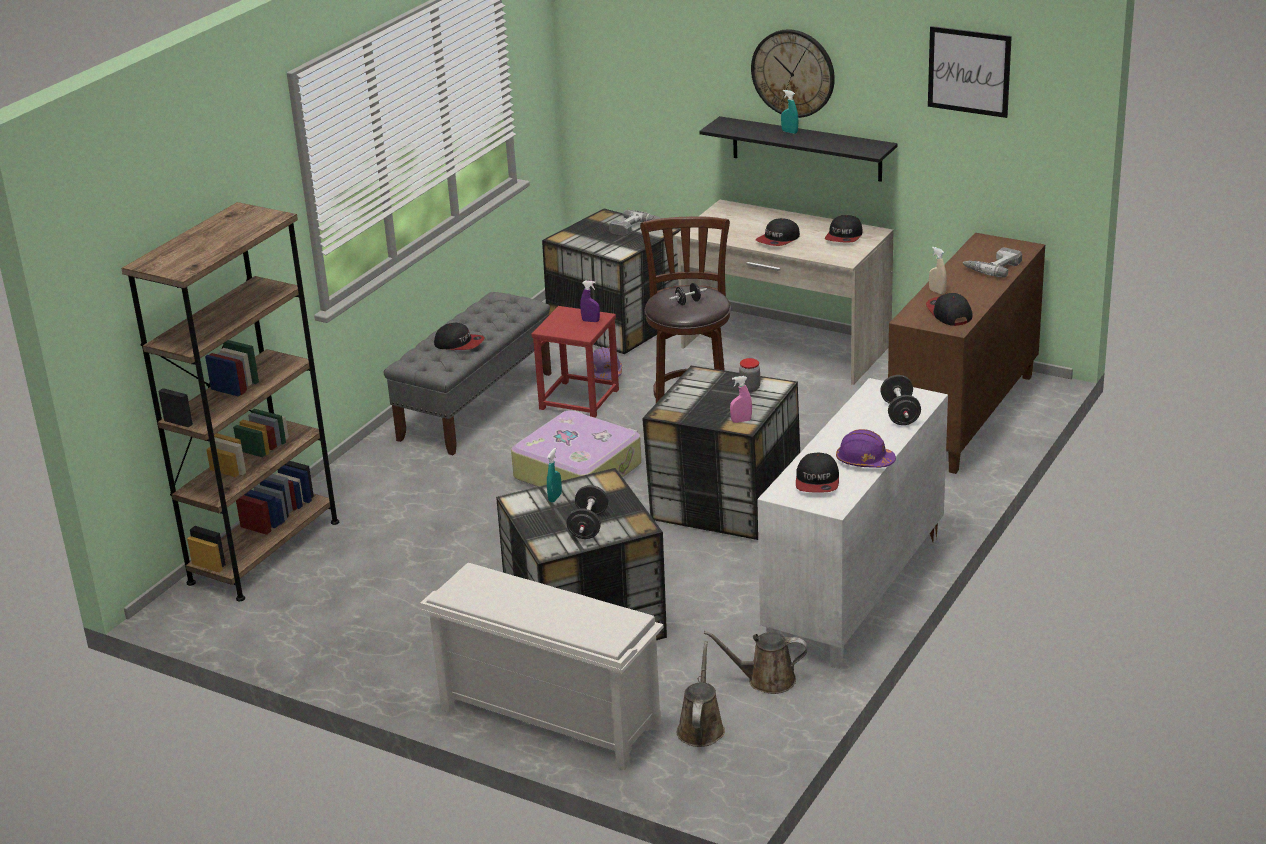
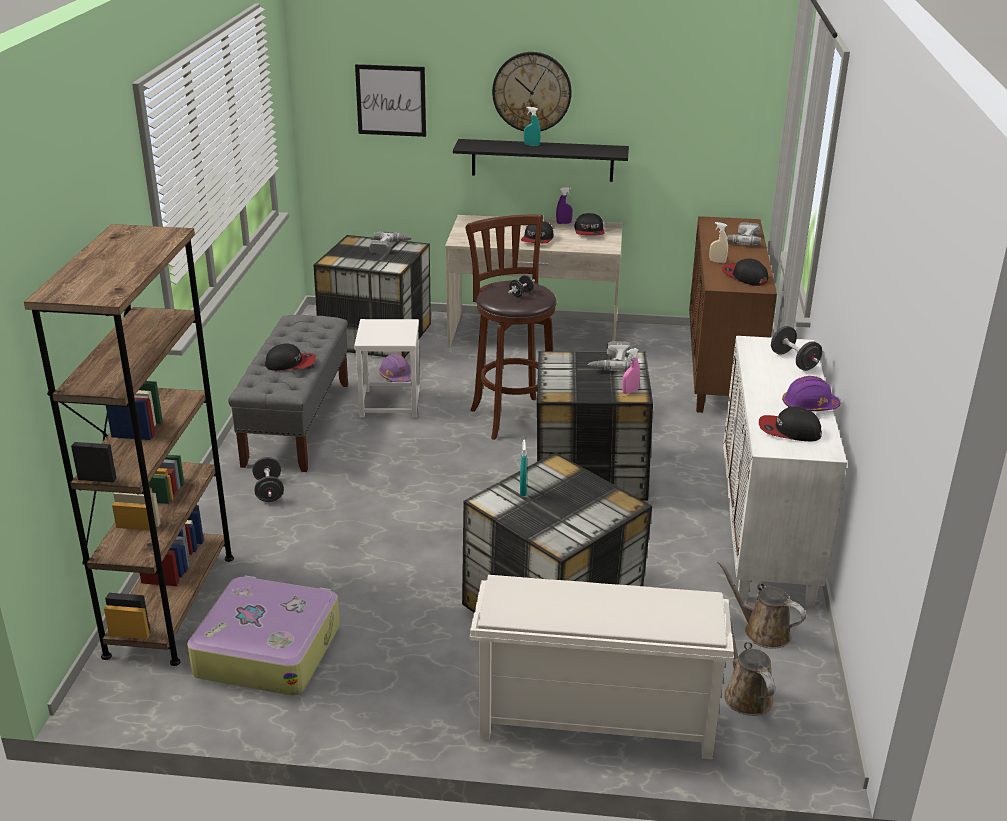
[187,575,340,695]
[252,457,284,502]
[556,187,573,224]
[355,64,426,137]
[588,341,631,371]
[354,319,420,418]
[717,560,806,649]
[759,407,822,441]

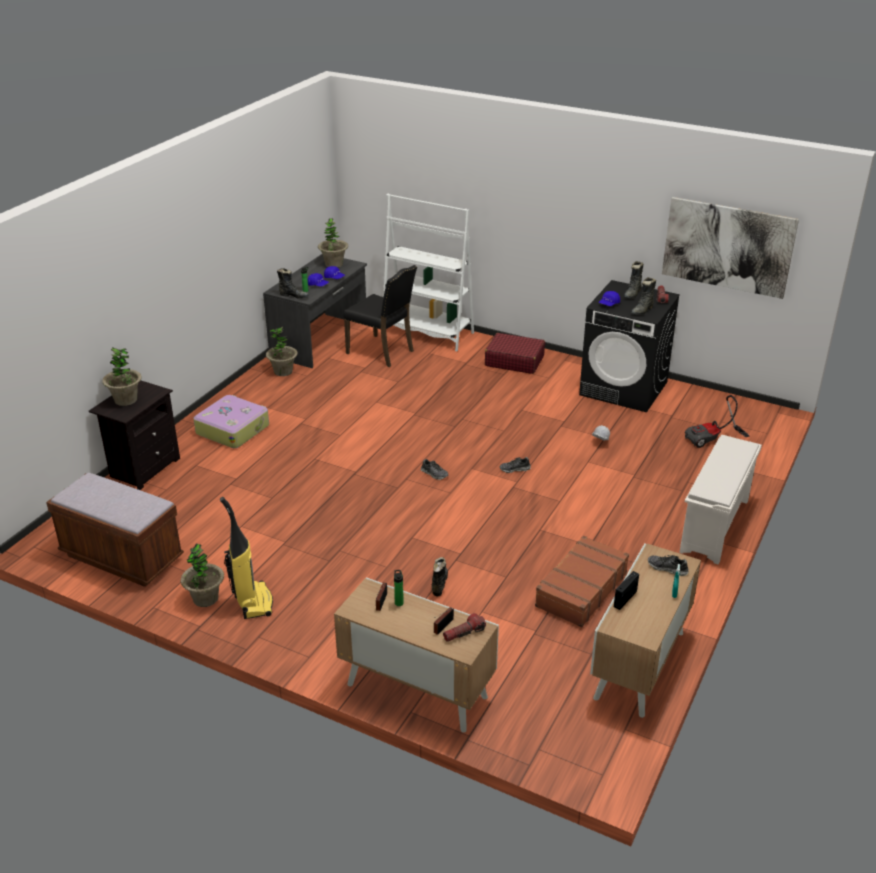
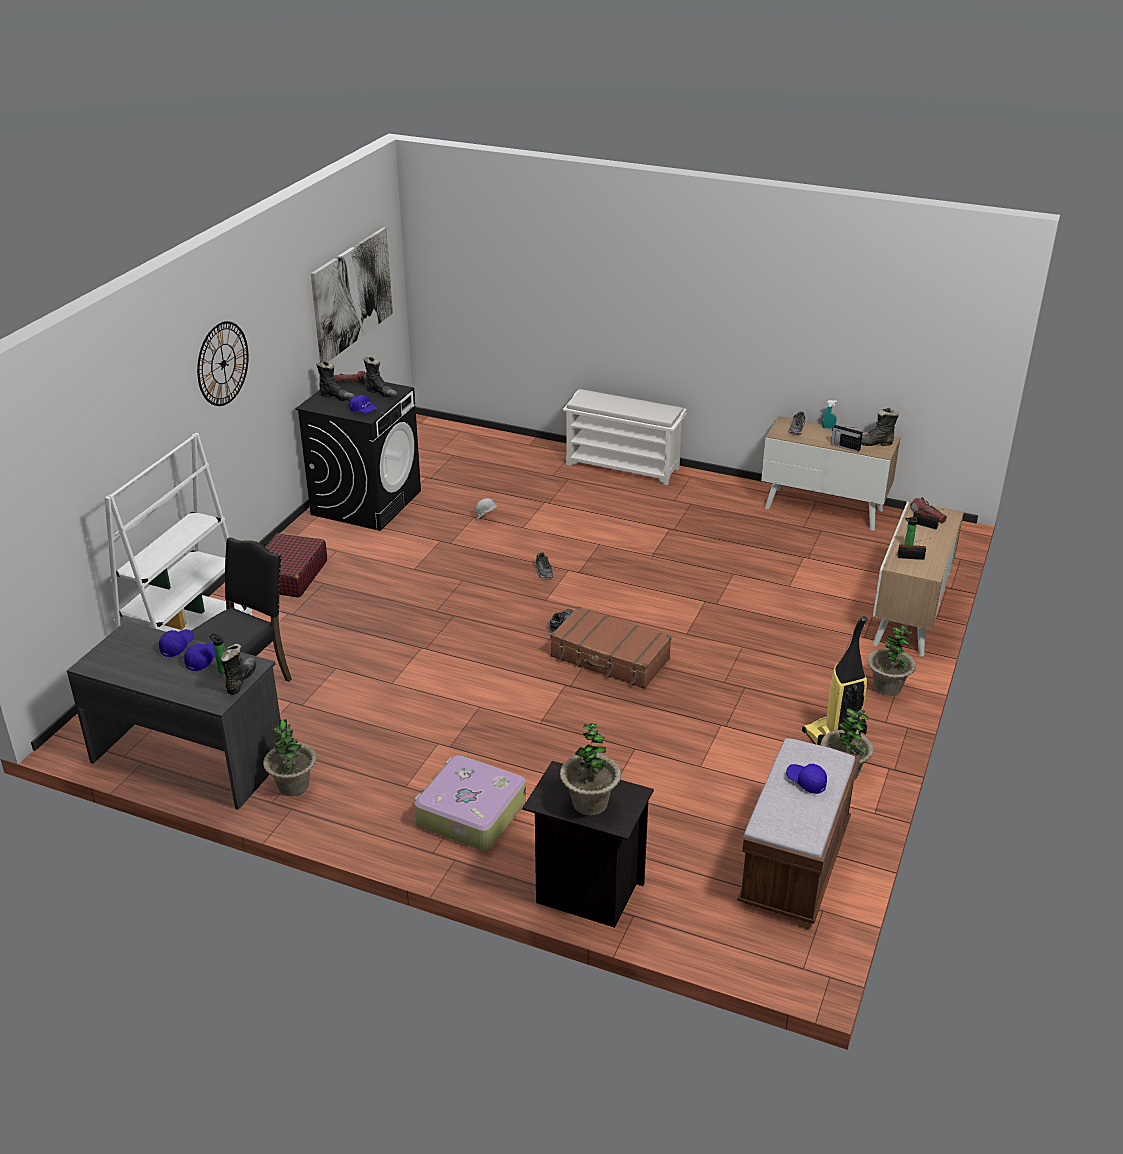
[685,395,750,448] (first image)
[197,321,249,406]
[786,764,827,794]
[867,626,916,696]
[861,408,899,446]
[550,606,671,689]

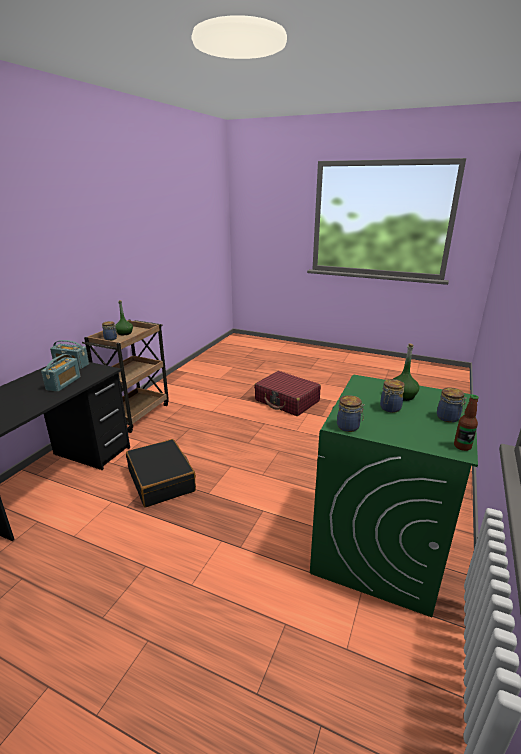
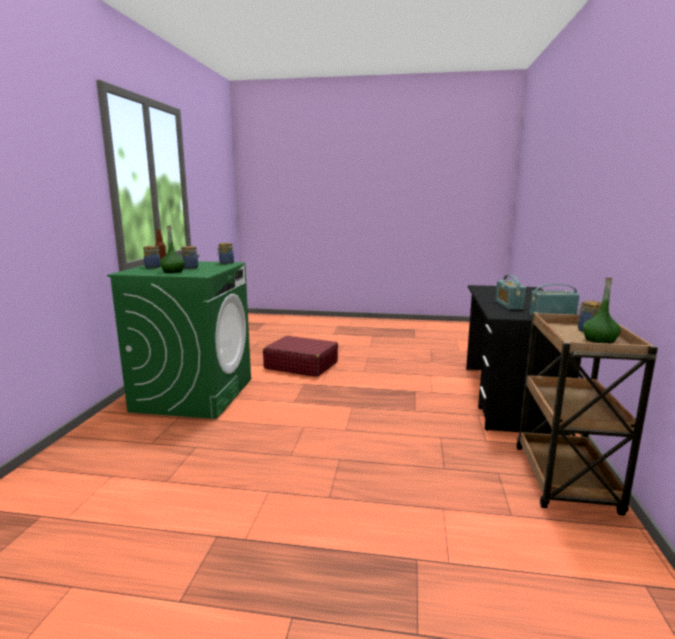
[126,439,196,507] (first image)
[263,336,338,377]

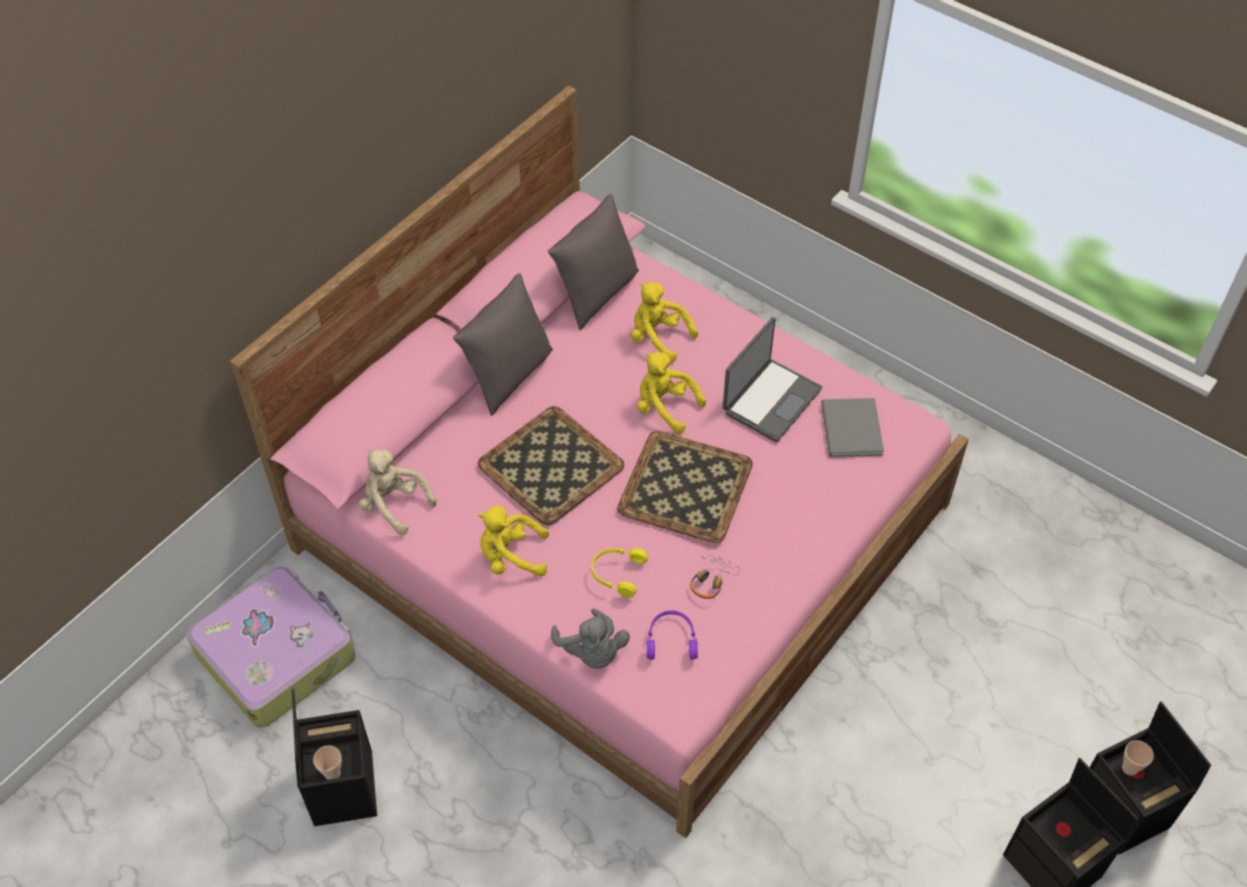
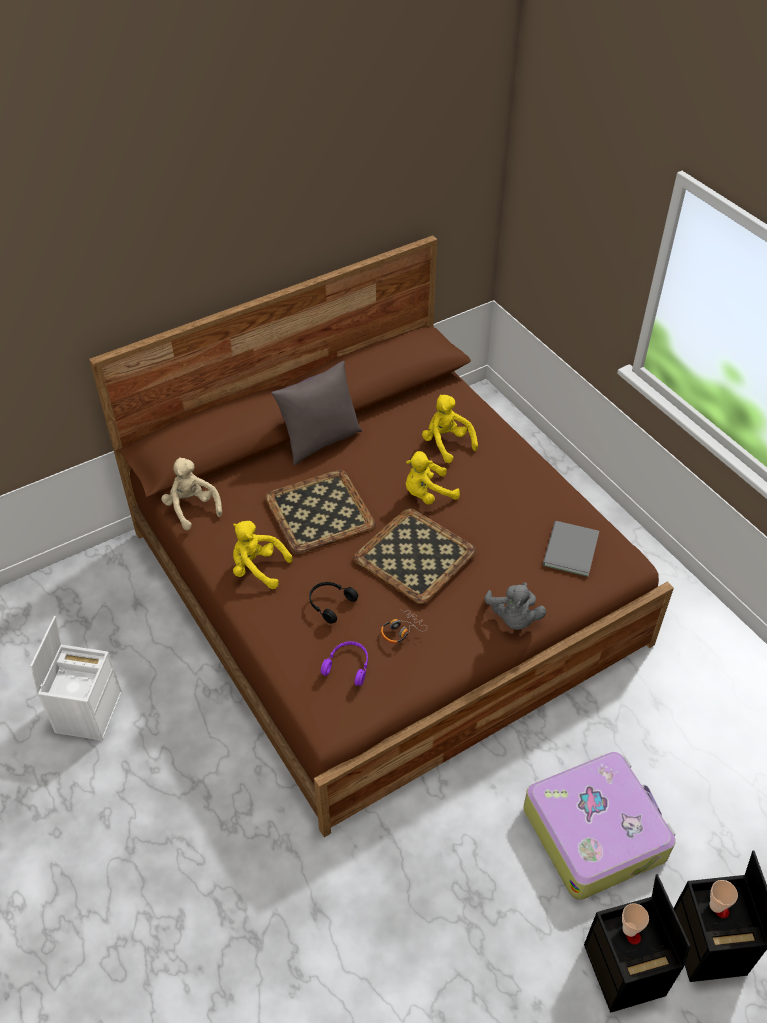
[548,194,639,330] (first image)
[723,317,822,442] (first image)
[523,752,676,900]
[622,903,649,937]
[484,582,546,630]
[89,235,674,837]
[30,616,122,740]
[309,582,358,624]
[406,451,460,504]

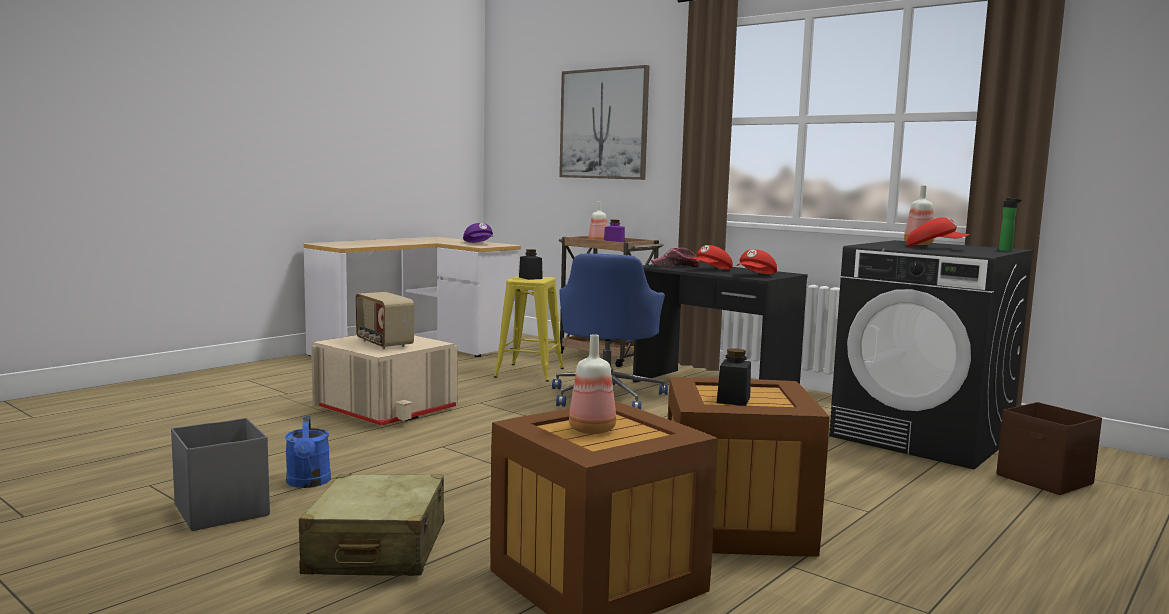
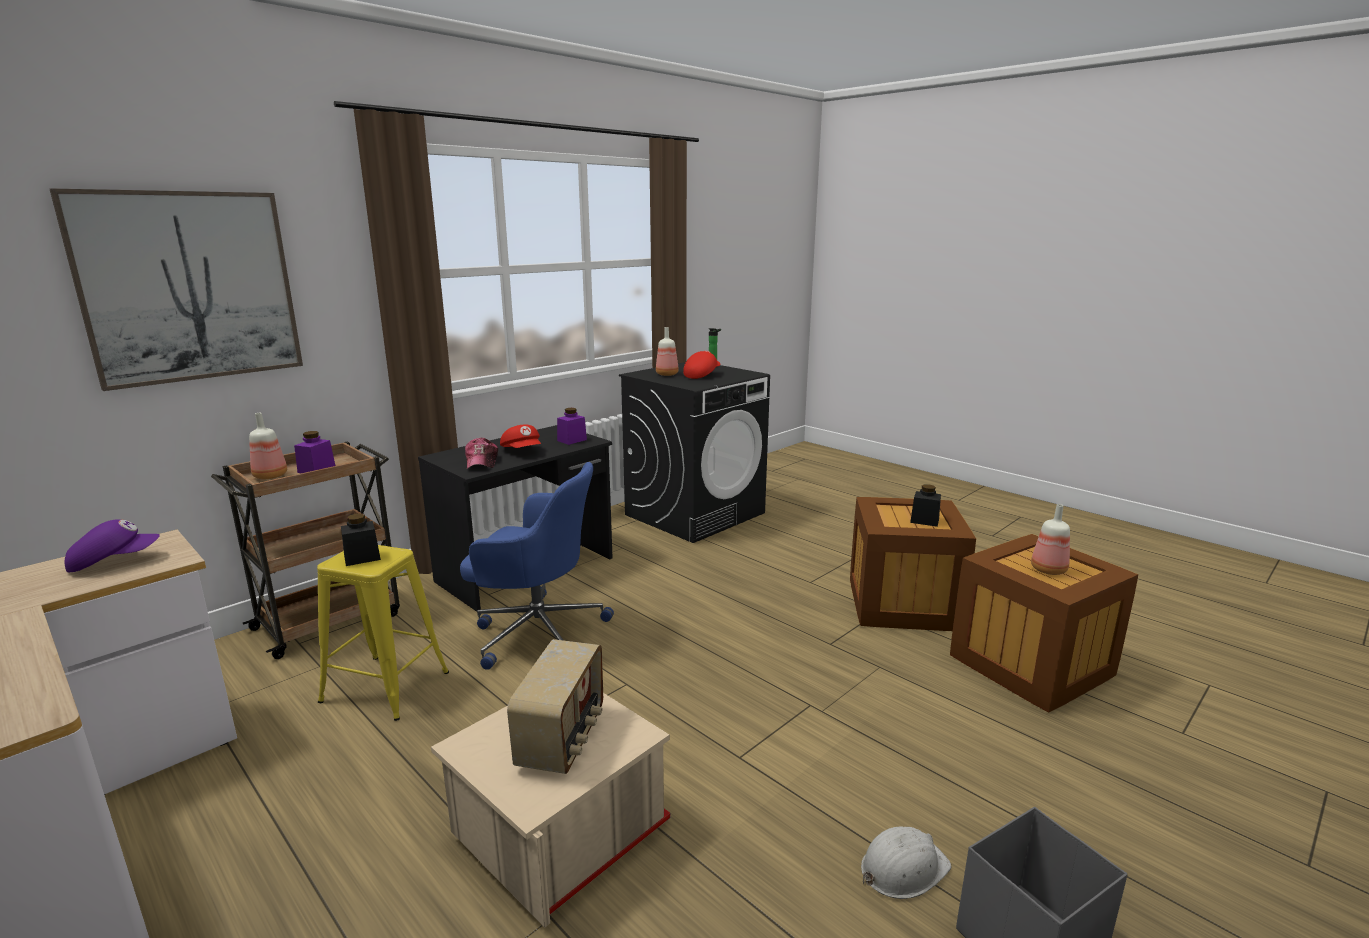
[299,474,444,576] (first image)
[997,402,1102,495] (first image)
[861,826,951,899]
[557,408,587,445]
[507,639,603,774]

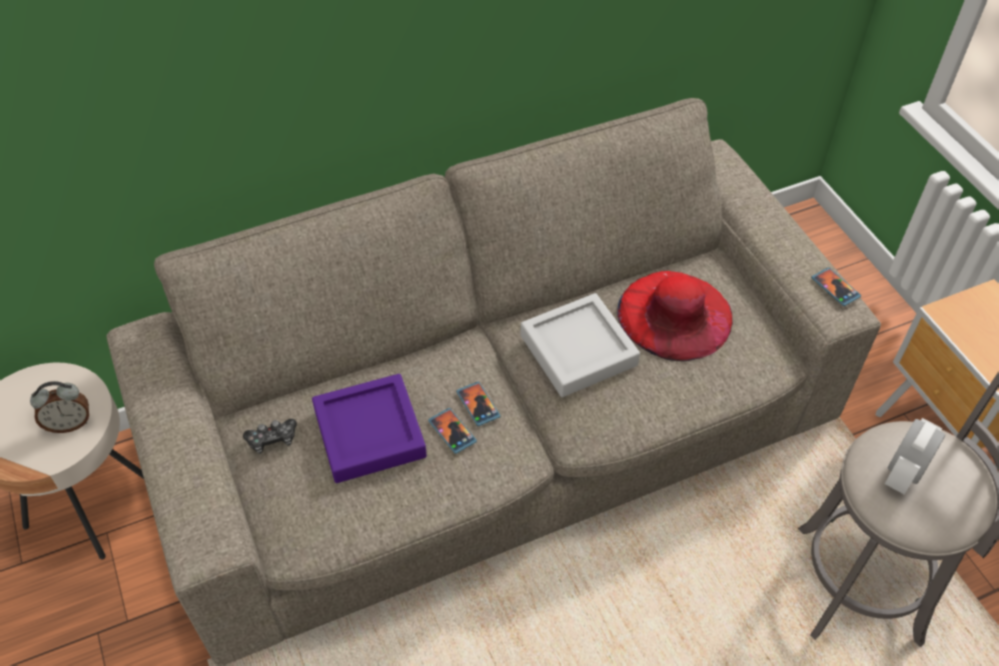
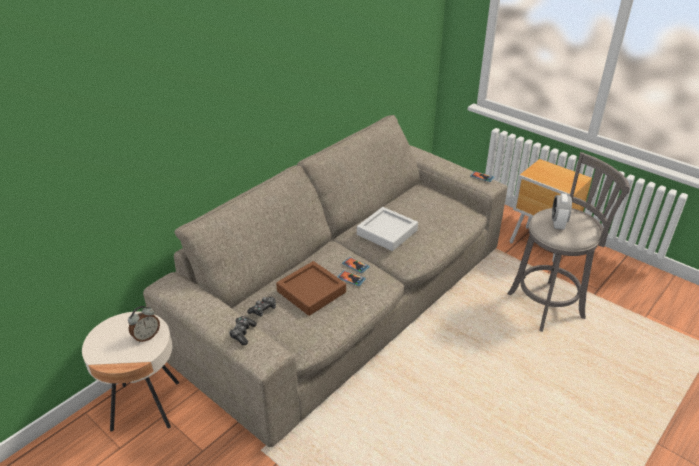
[617,271,733,361] (first image)
[229,316,257,345]
[276,261,346,316]

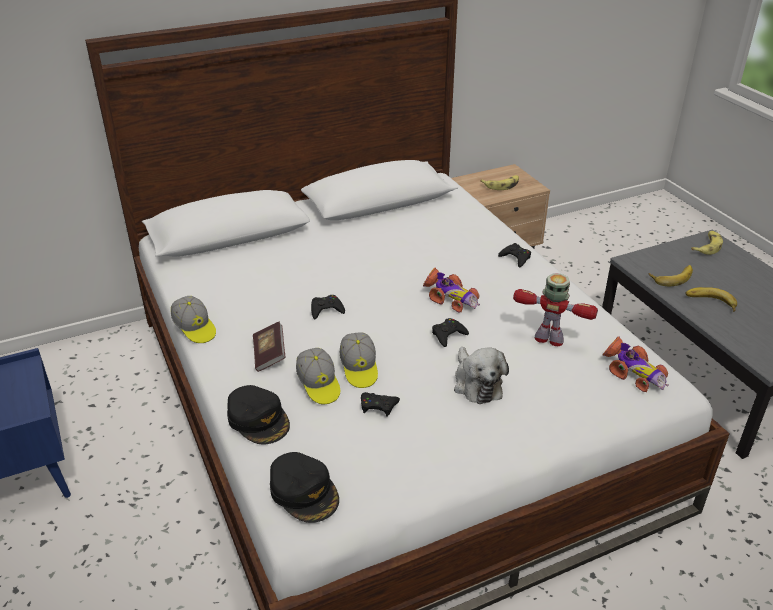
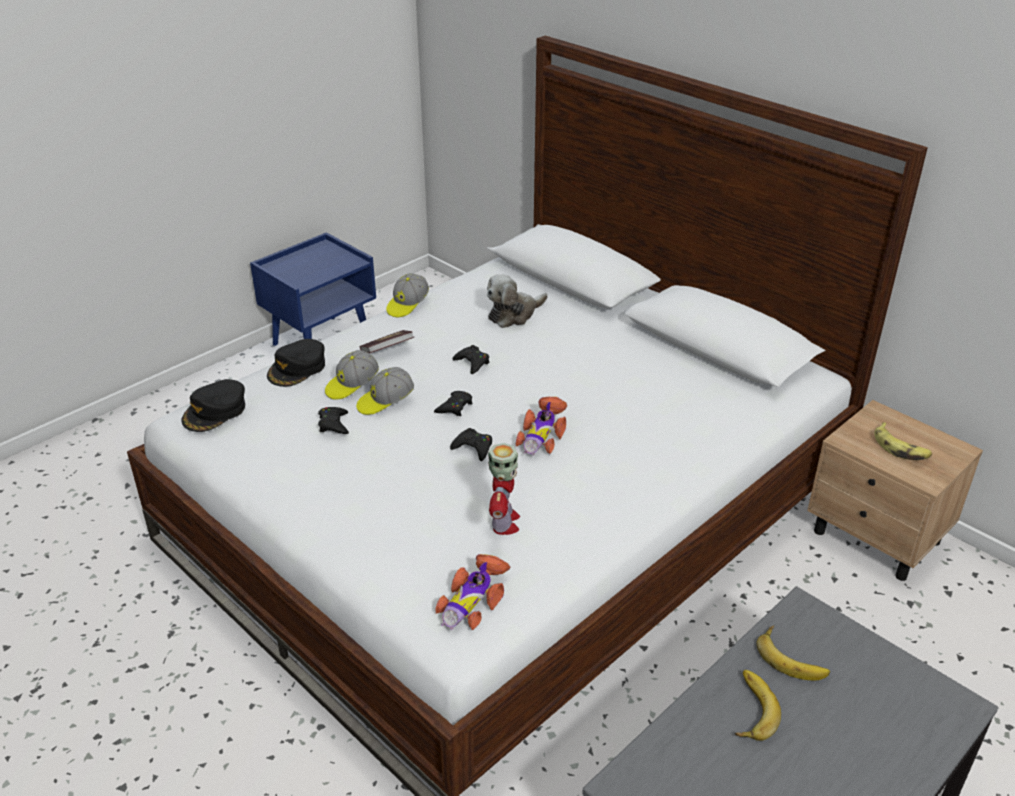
[691,231,723,255] (first image)
[487,274,547,328]
[434,391,473,416]

